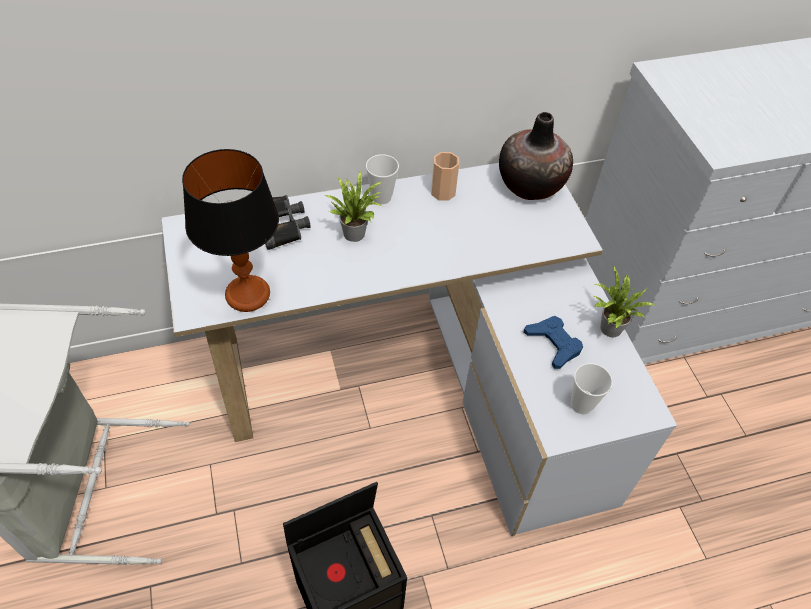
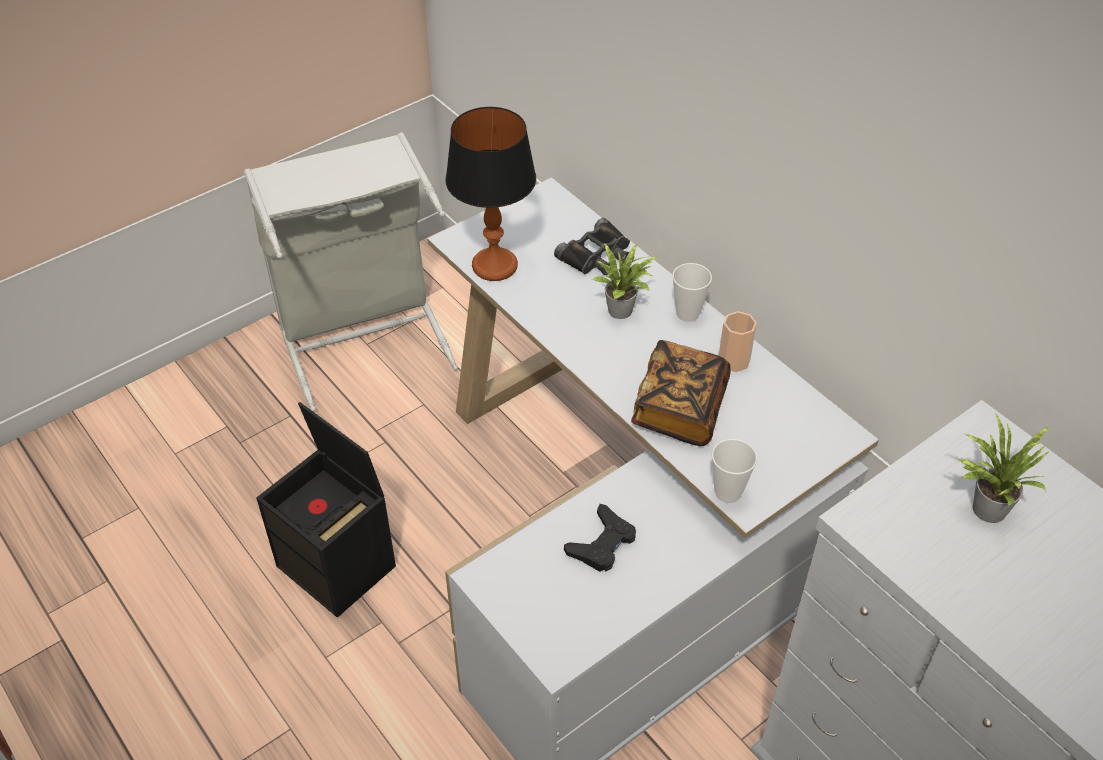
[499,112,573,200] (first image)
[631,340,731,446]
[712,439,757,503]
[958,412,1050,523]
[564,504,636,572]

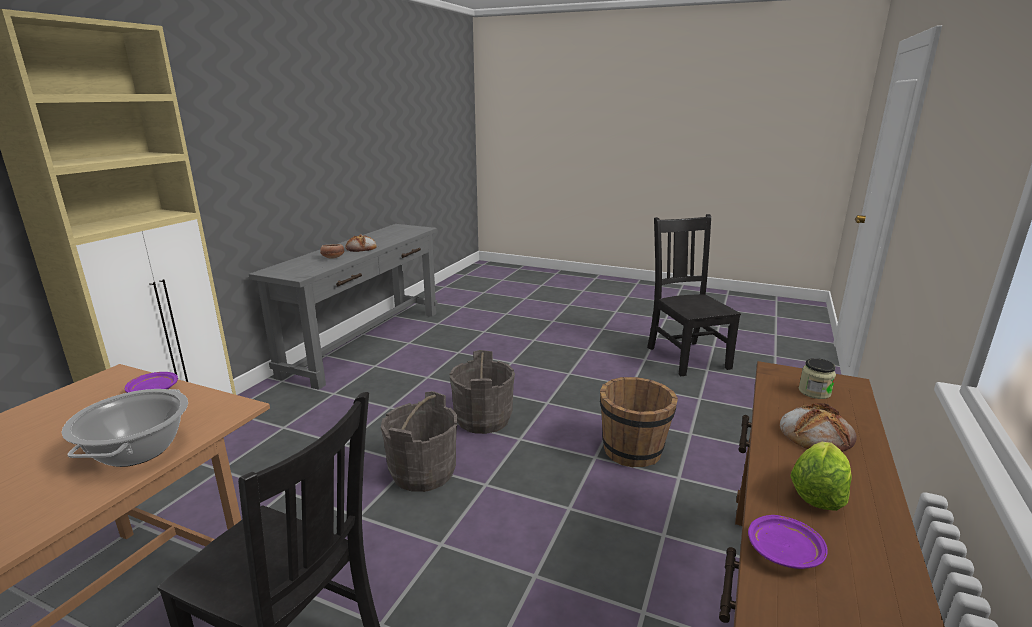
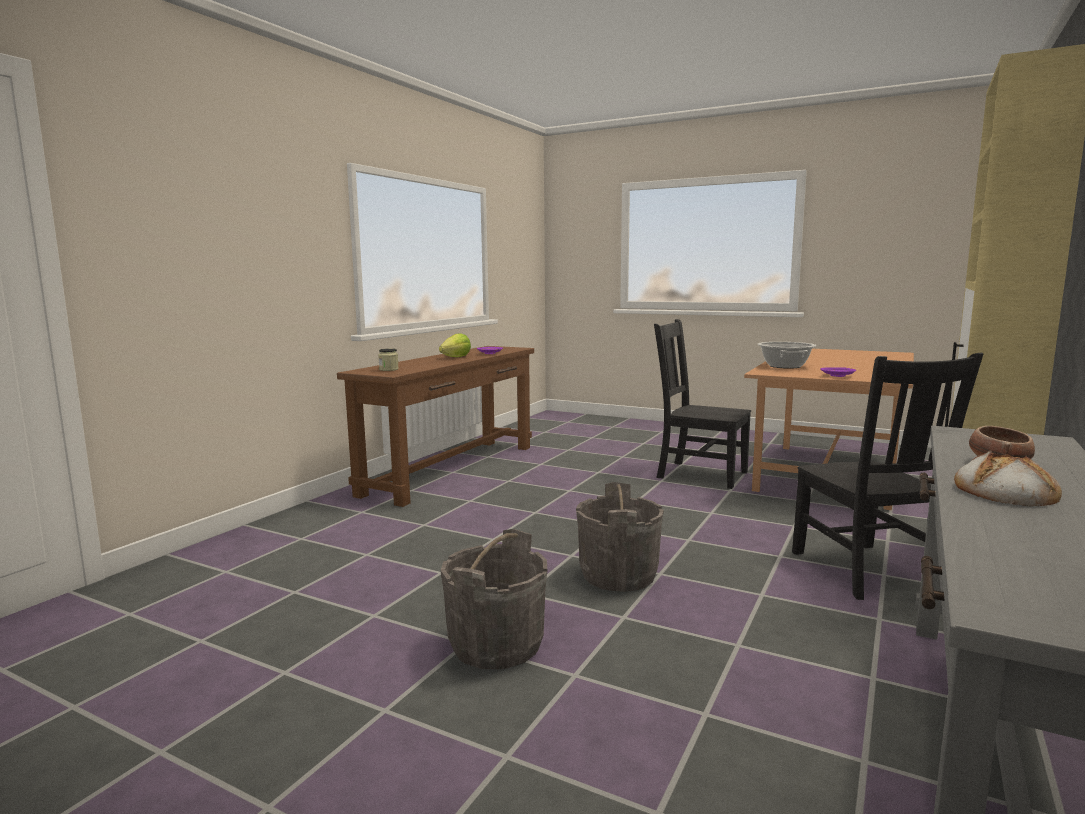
[600,377,678,467] (first image)
[780,403,857,452] (first image)
[441,529,547,669]
[792,353,983,600]

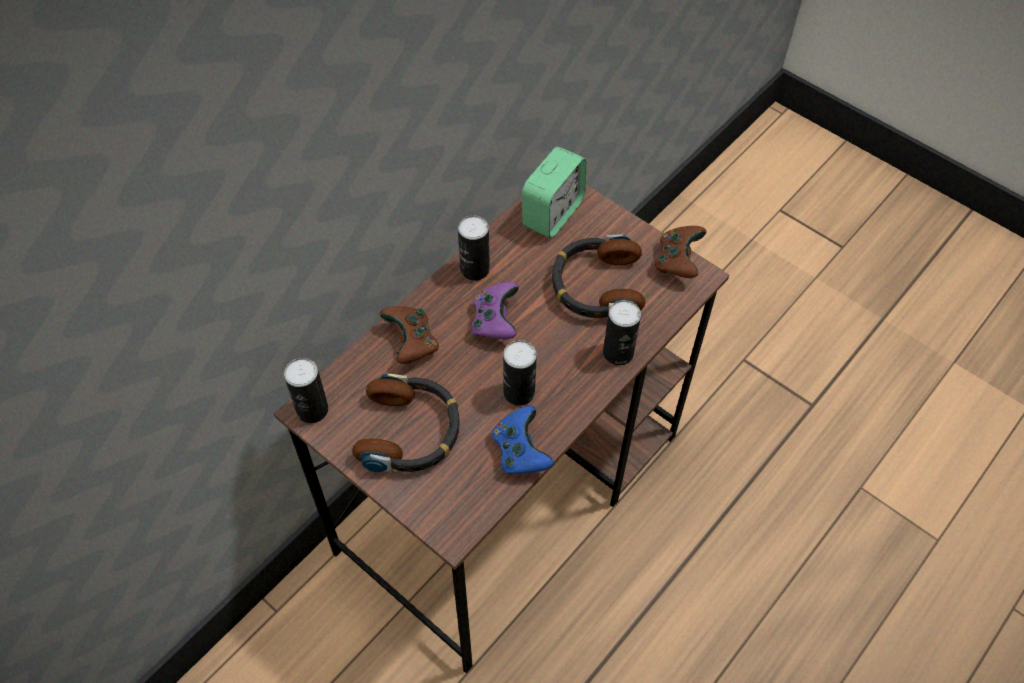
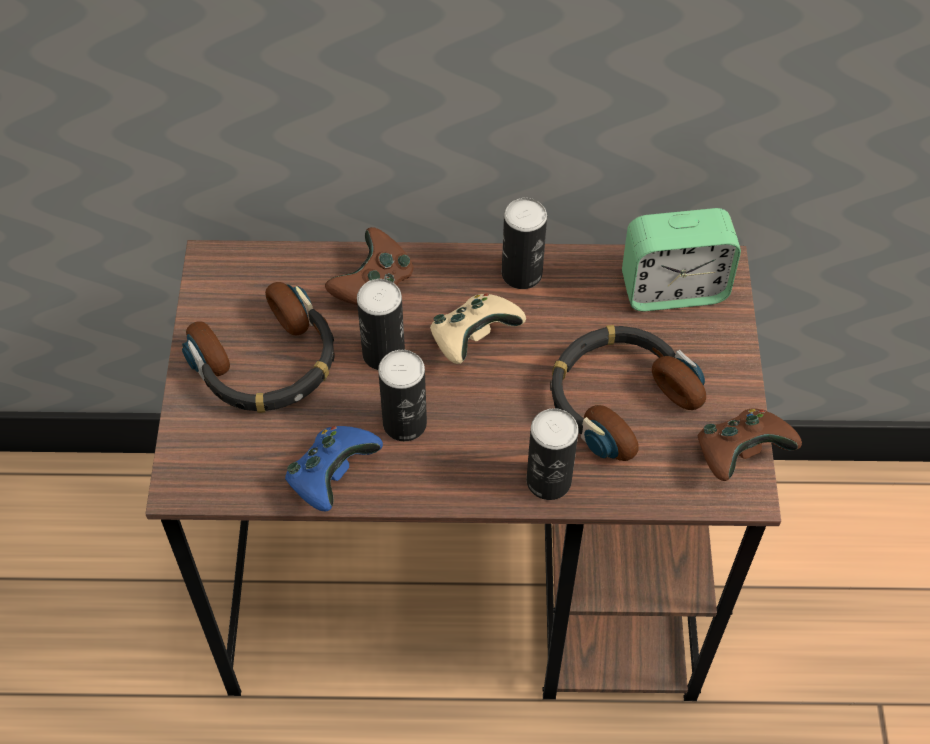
[357,279,405,370]
[430,293,526,364]

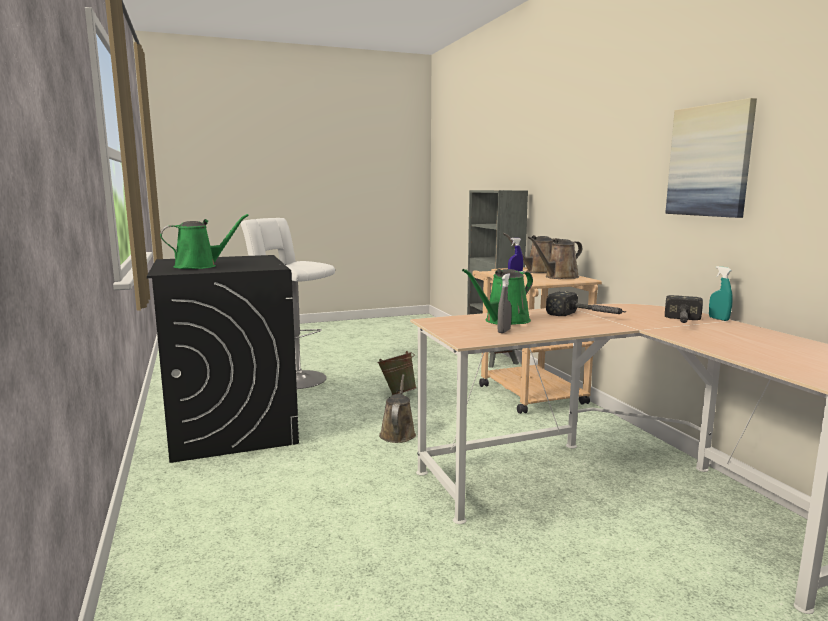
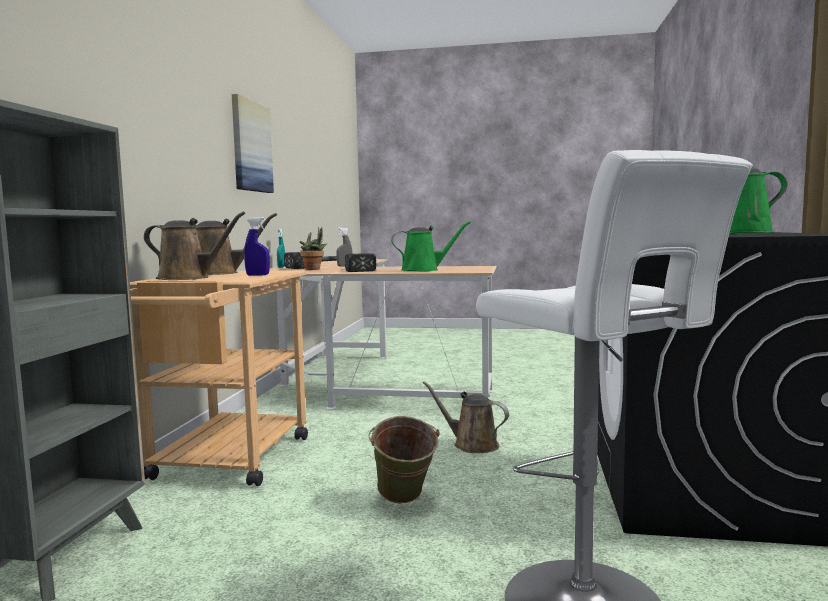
[300,227,327,270]
[336,227,353,267]
[422,381,509,453]

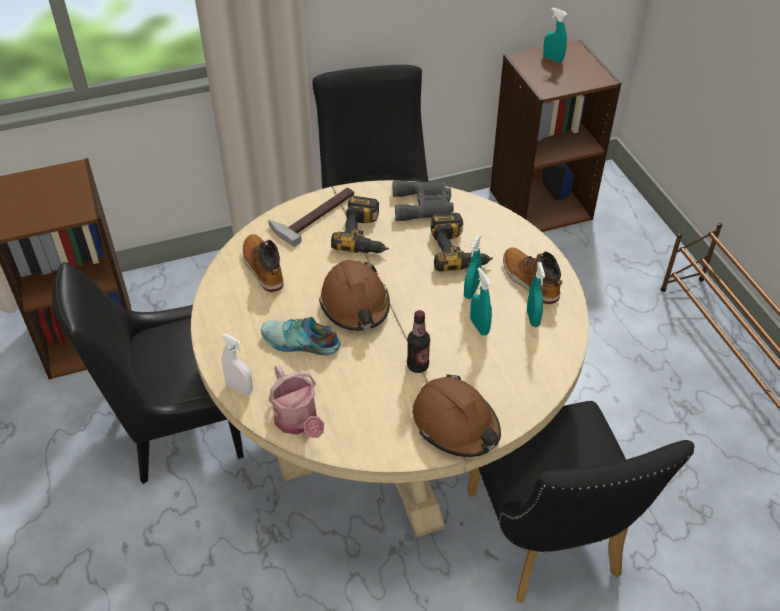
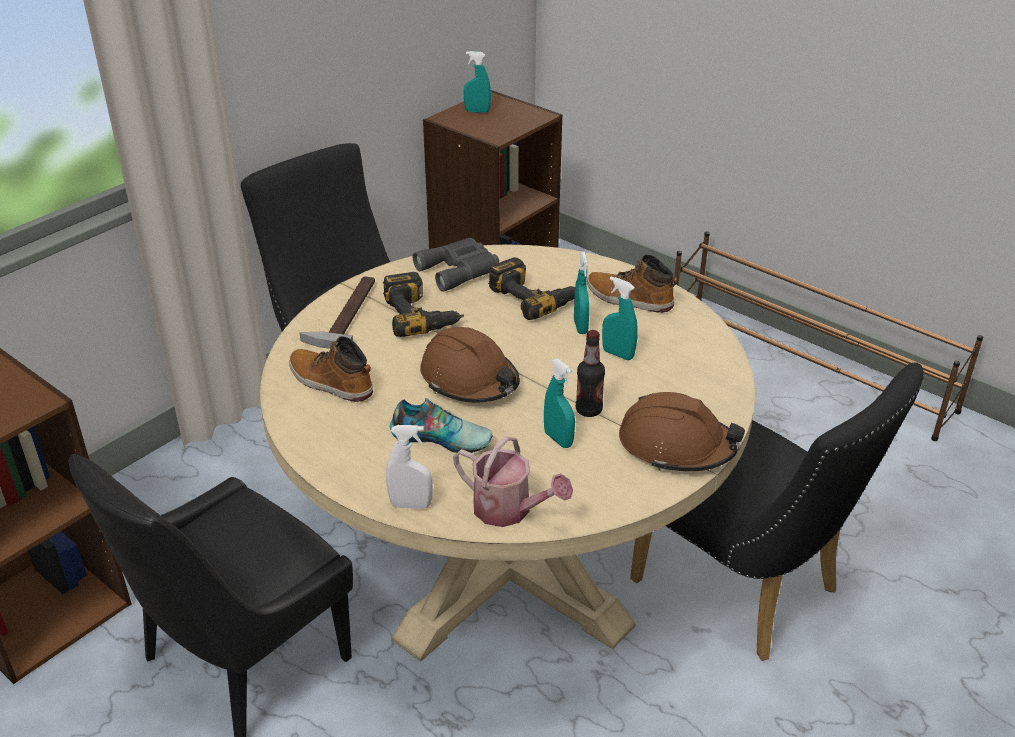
[544,359,575,448]
[390,398,493,453]

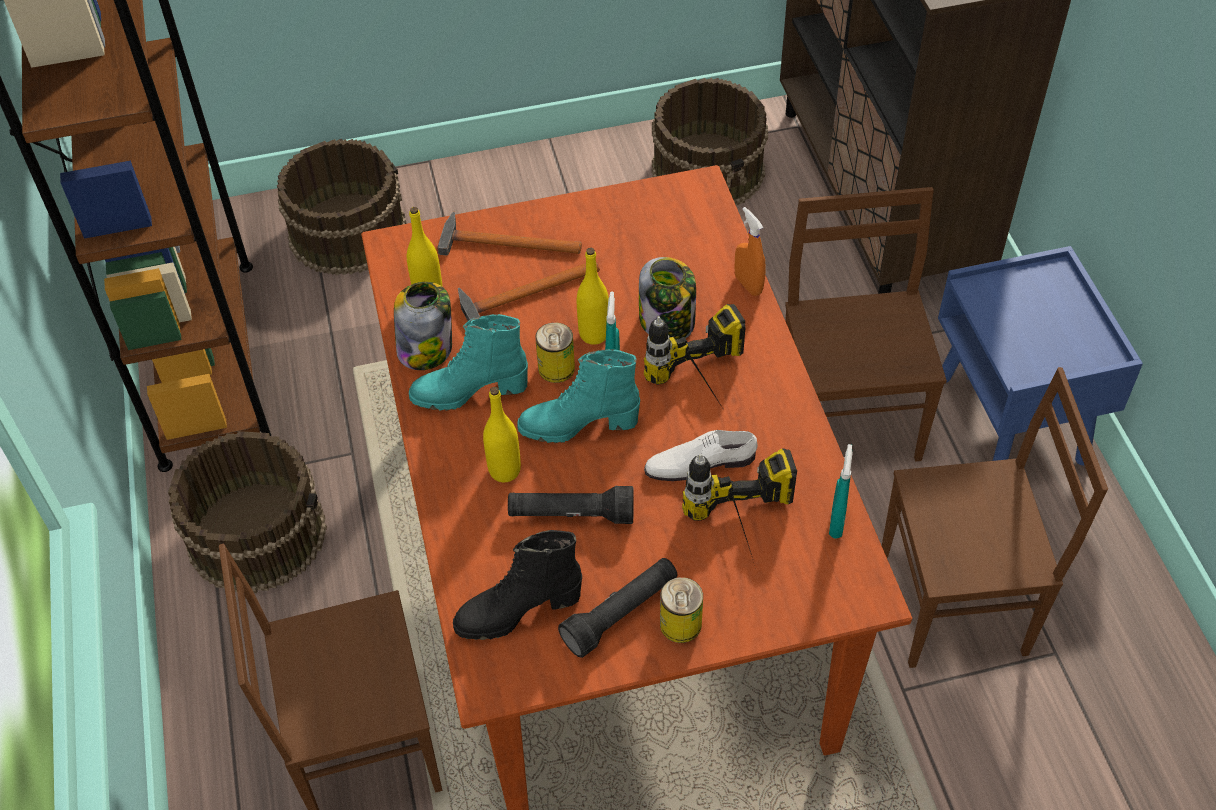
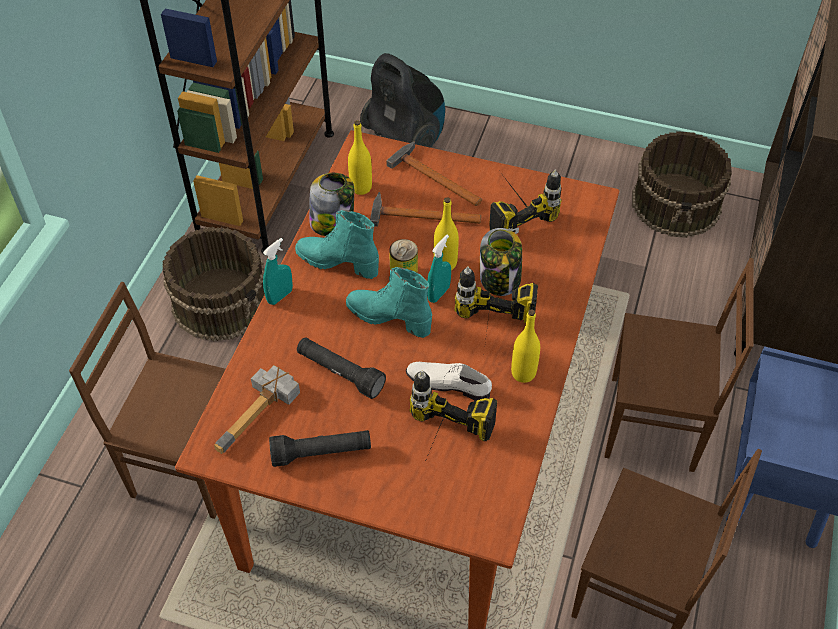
[660,577,703,643] (first image)
[734,207,766,296] (first image)
[489,169,561,234]
[511,309,540,383]
[263,238,293,305]
[360,53,445,148]
[214,365,300,454]
[605,258,754,472]

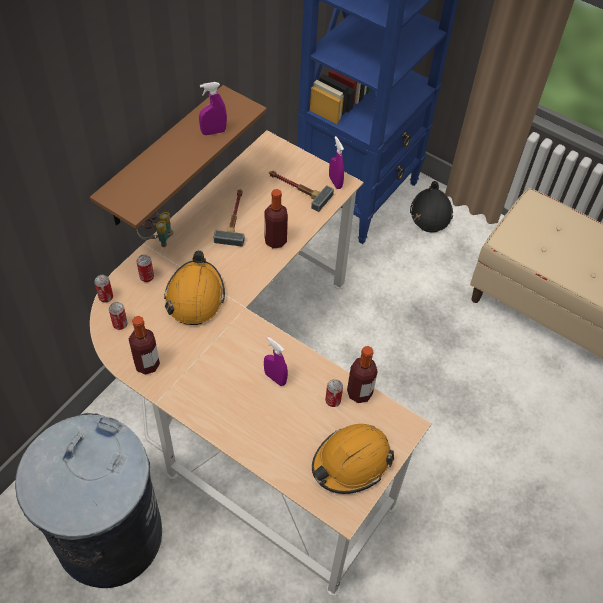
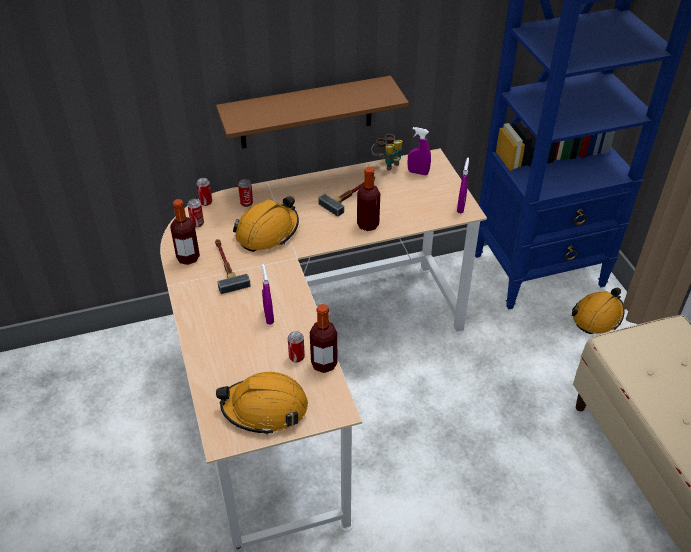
[15,413,162,588] (first image)
[371,134,403,171]
[408,127,431,175]
[215,239,251,294]
[572,287,625,334]

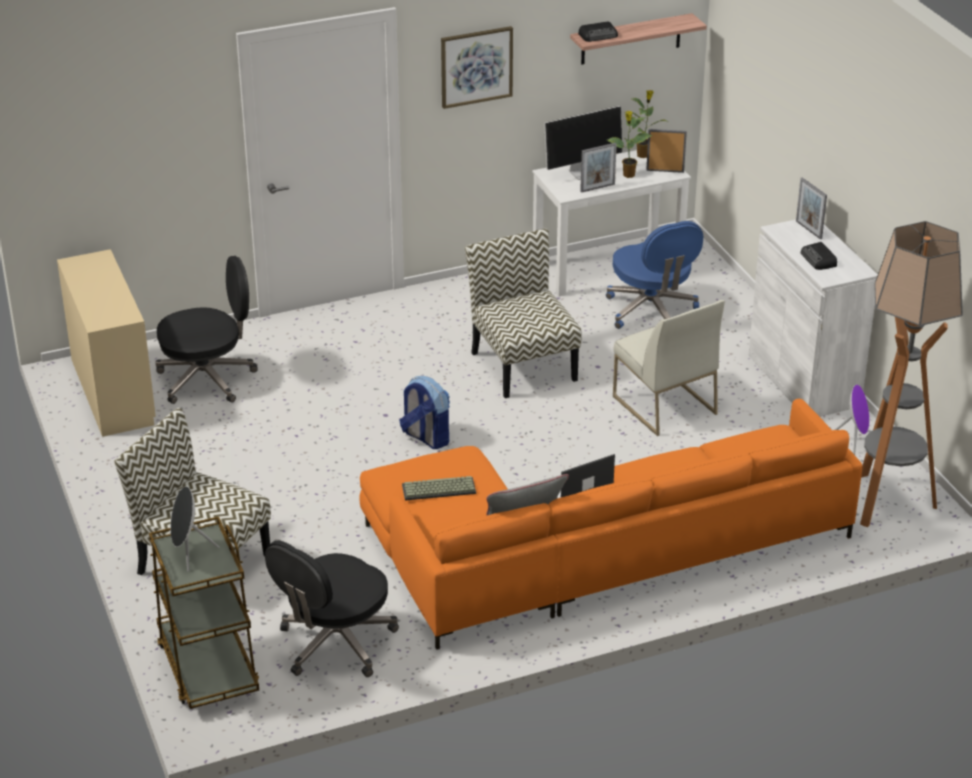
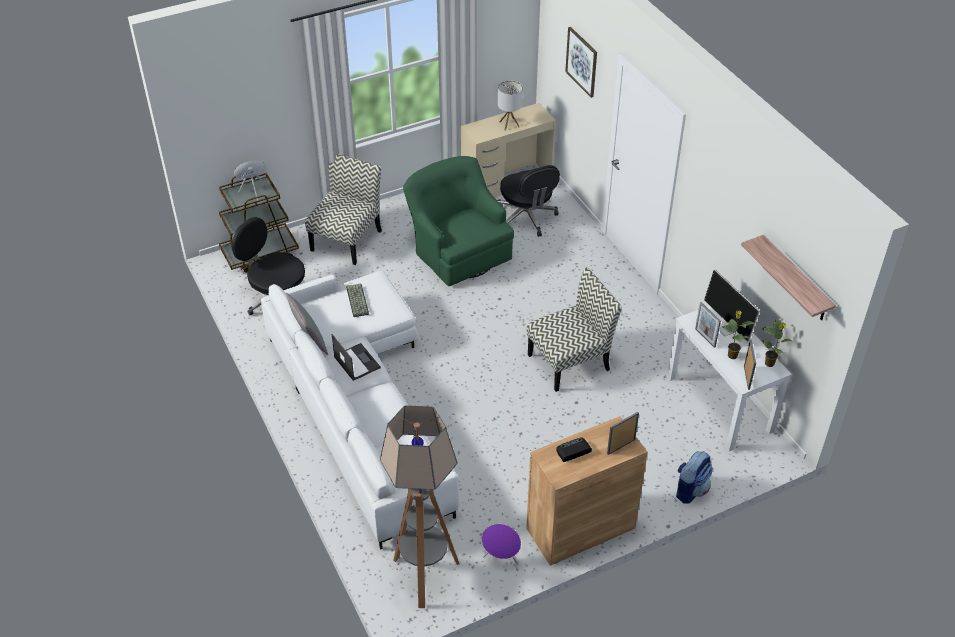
[578,22,618,42] (first image)
[606,221,703,329] (first image)
[613,300,725,436] (first image)
[403,156,514,286]
[498,80,523,131]
[676,451,713,504]
[565,27,597,98]
[261,271,459,550]
[526,416,648,566]

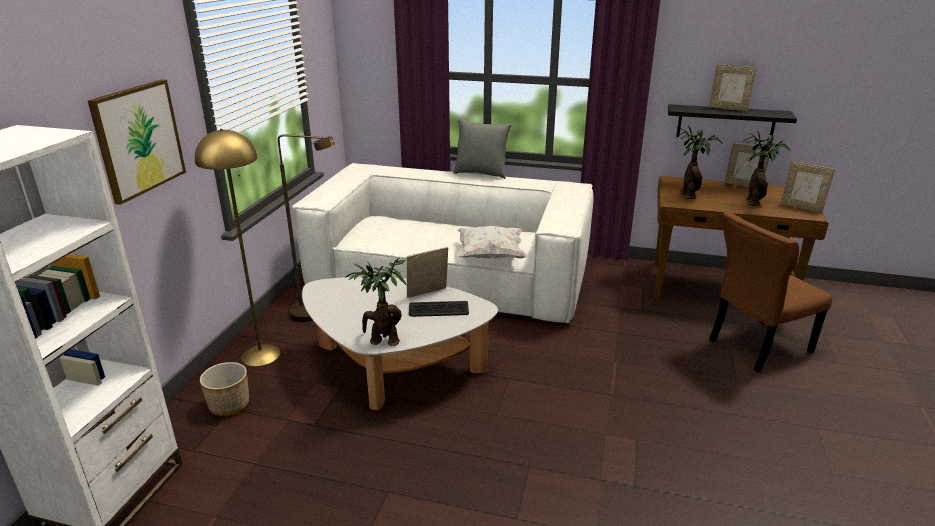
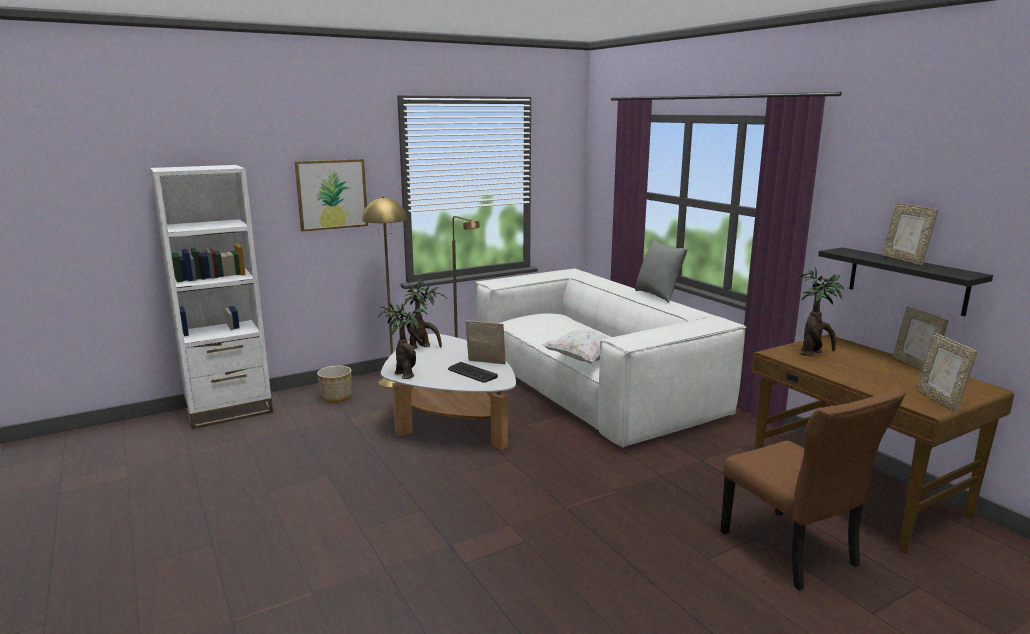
[403,279,447,349]
[720,388,906,591]

